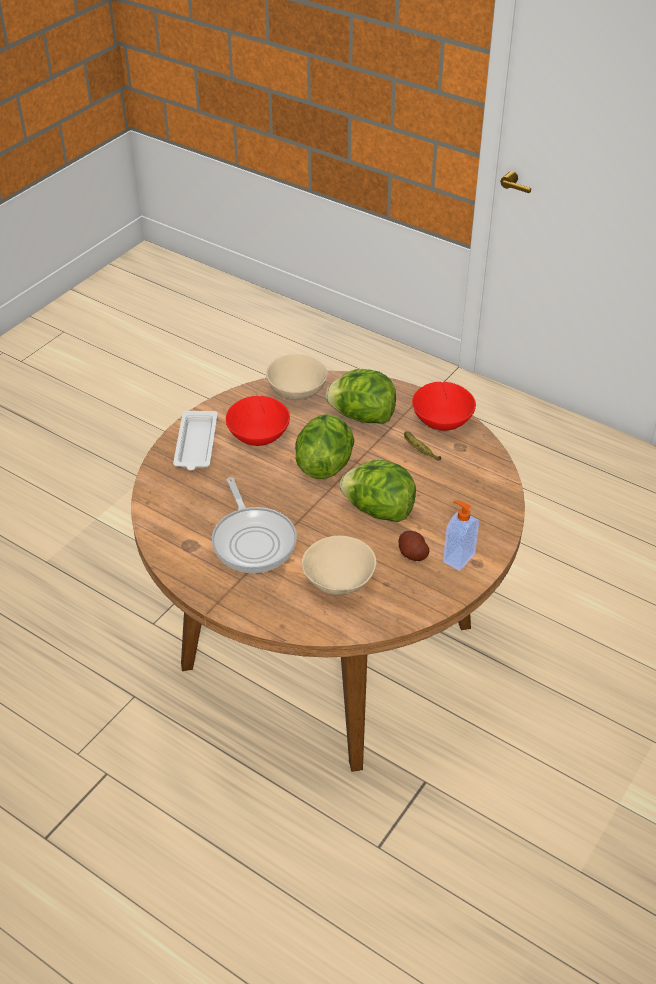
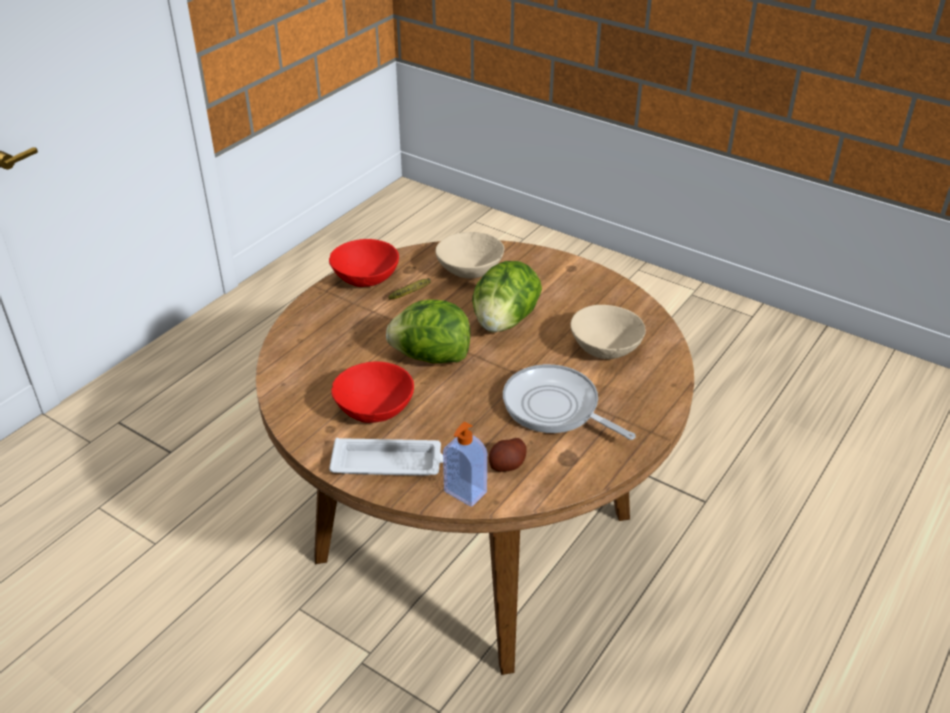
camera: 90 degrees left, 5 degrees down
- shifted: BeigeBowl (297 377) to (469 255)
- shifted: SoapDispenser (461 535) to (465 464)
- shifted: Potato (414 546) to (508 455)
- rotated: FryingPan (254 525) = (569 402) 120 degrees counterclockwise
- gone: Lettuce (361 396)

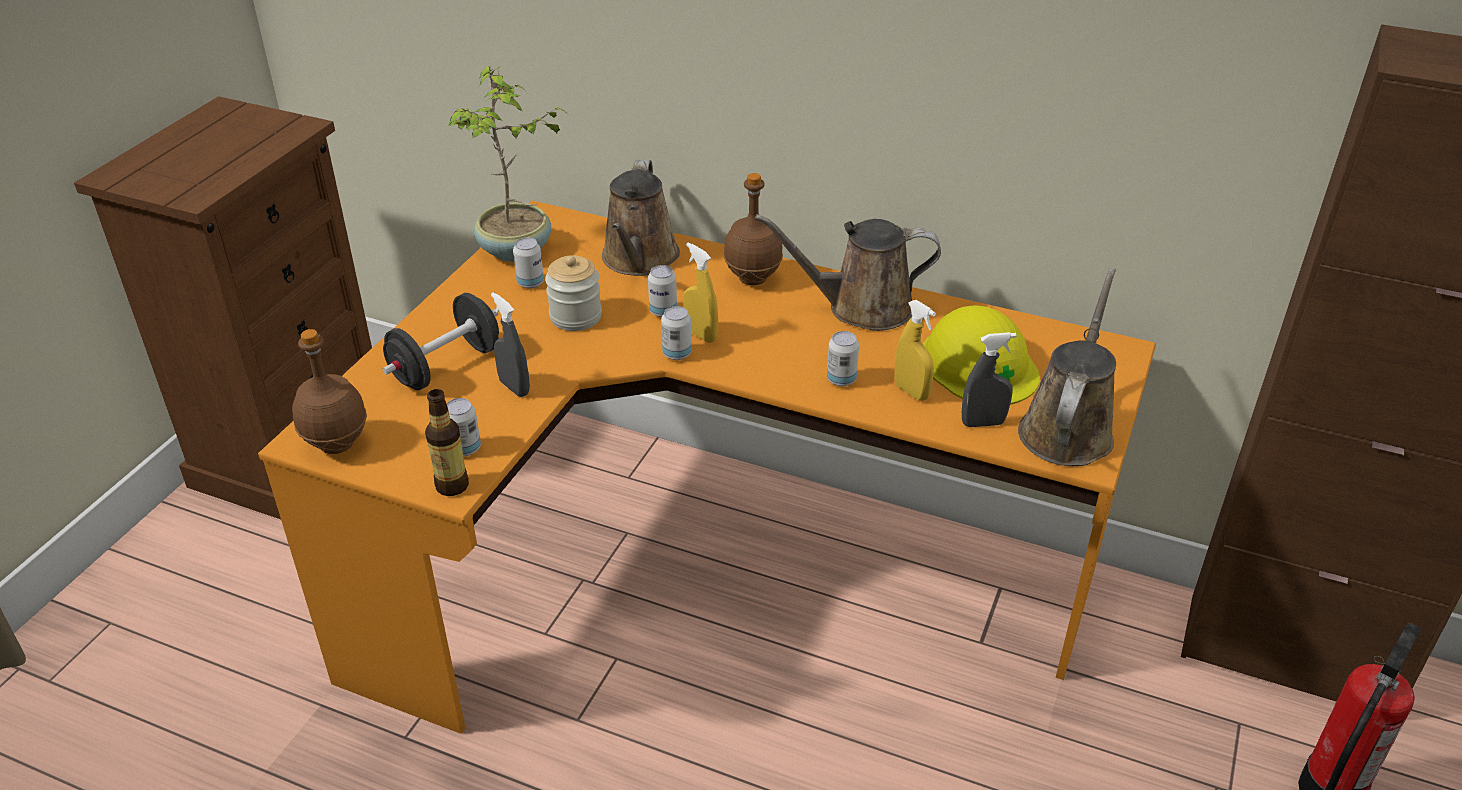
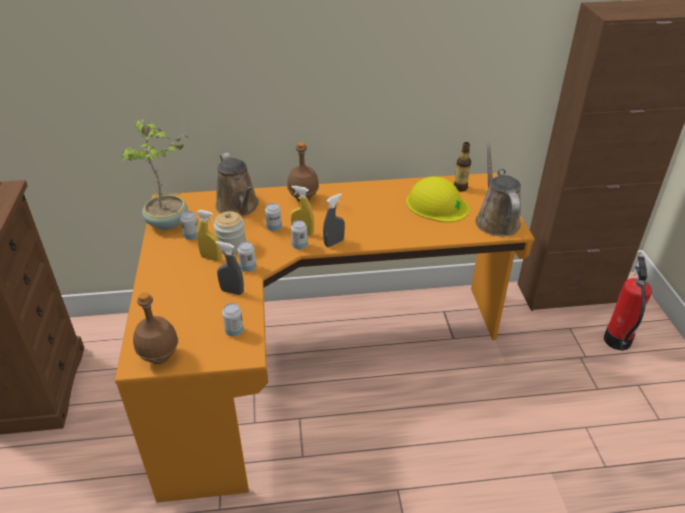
camera: 30 degrees left, 0 degrees up
- shifted: YellowSprayBottle (915 350) to (209 235)
- shifted: Can (843 358) to (247 256)
- shifted: GreySprayBottle (989 379) to (334 220)
- shifted: Bottle (447 442) to (462 167)
- gone: BlackDumbbell (440 341)
- gone: BrownWateringCan (848 272)

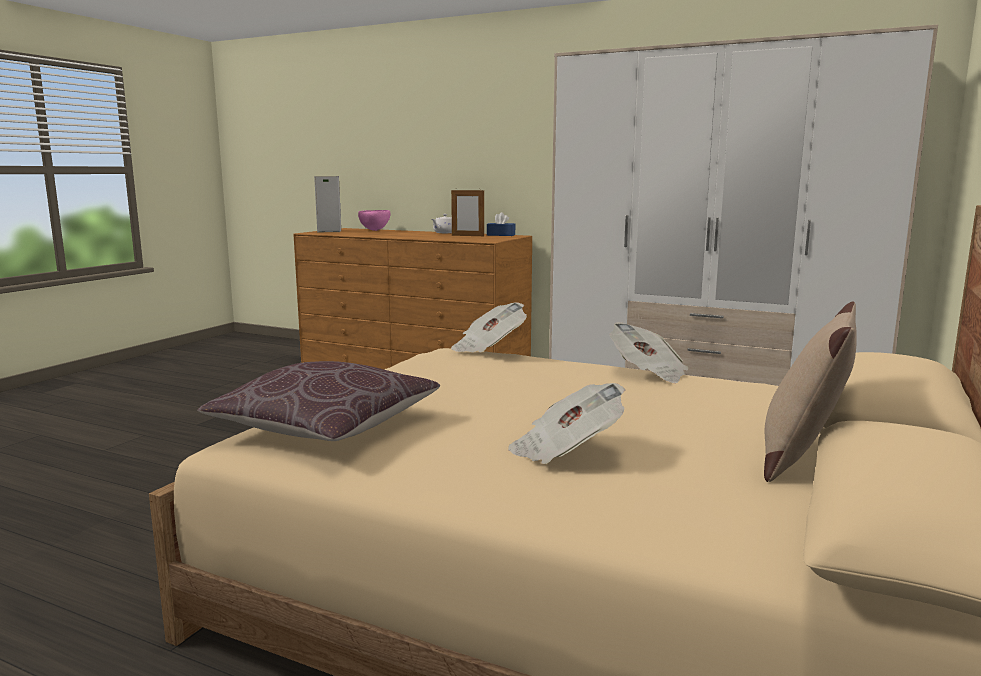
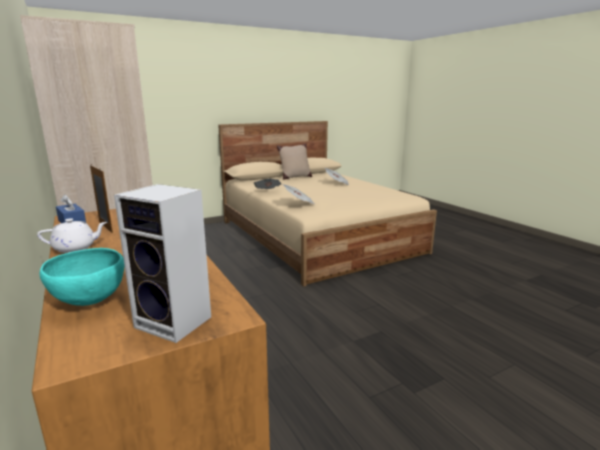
camera: 145 degrees left, 5 degrees up
- repainted: PinkBowl (374 220) to TurquoiseBowl (82 277)
- gone: BrownPillow (318 401)

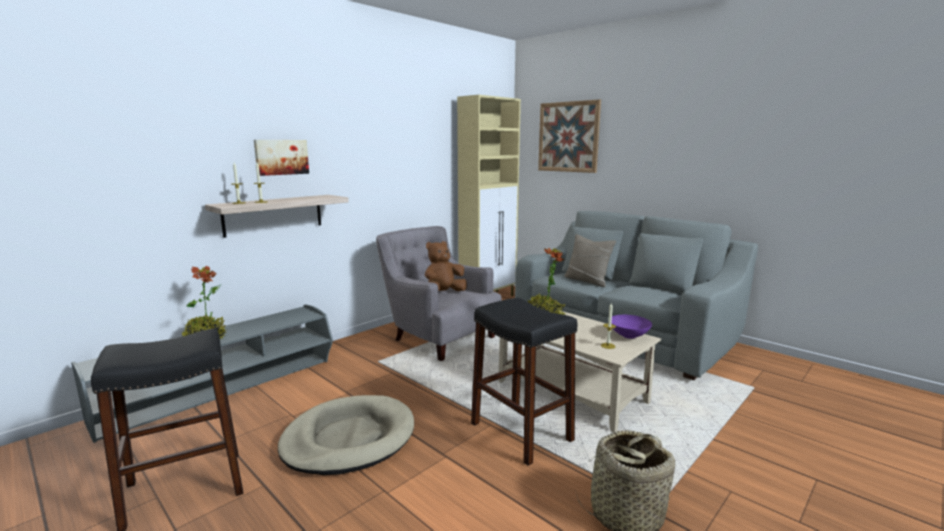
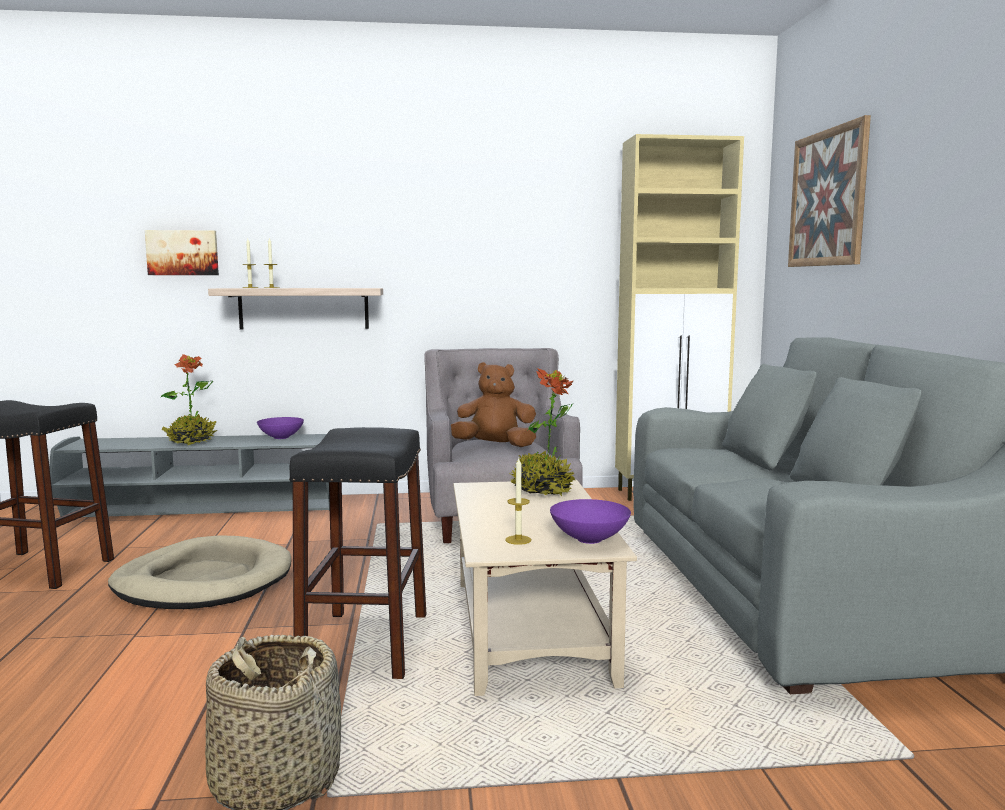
camera: 40 degrees right, 5 degrees down
- shifted: Picture (281 158) to (182 252)
- new: PurpleBowl (280 428)
- gone: BeigePillow (590 260)

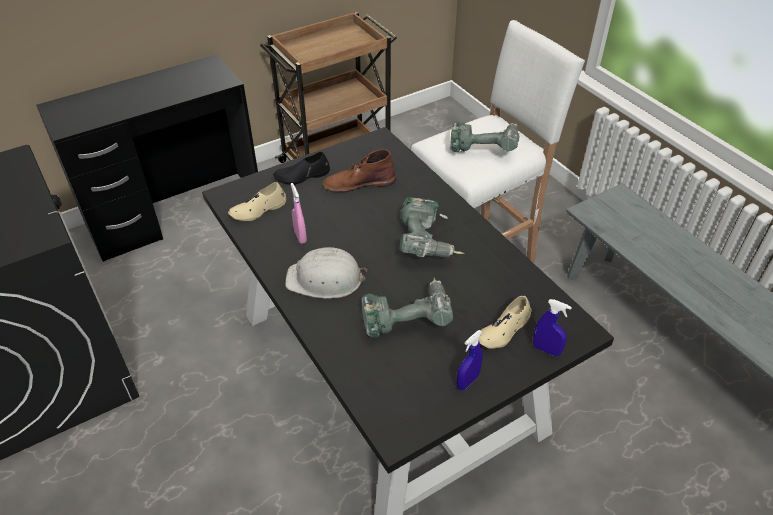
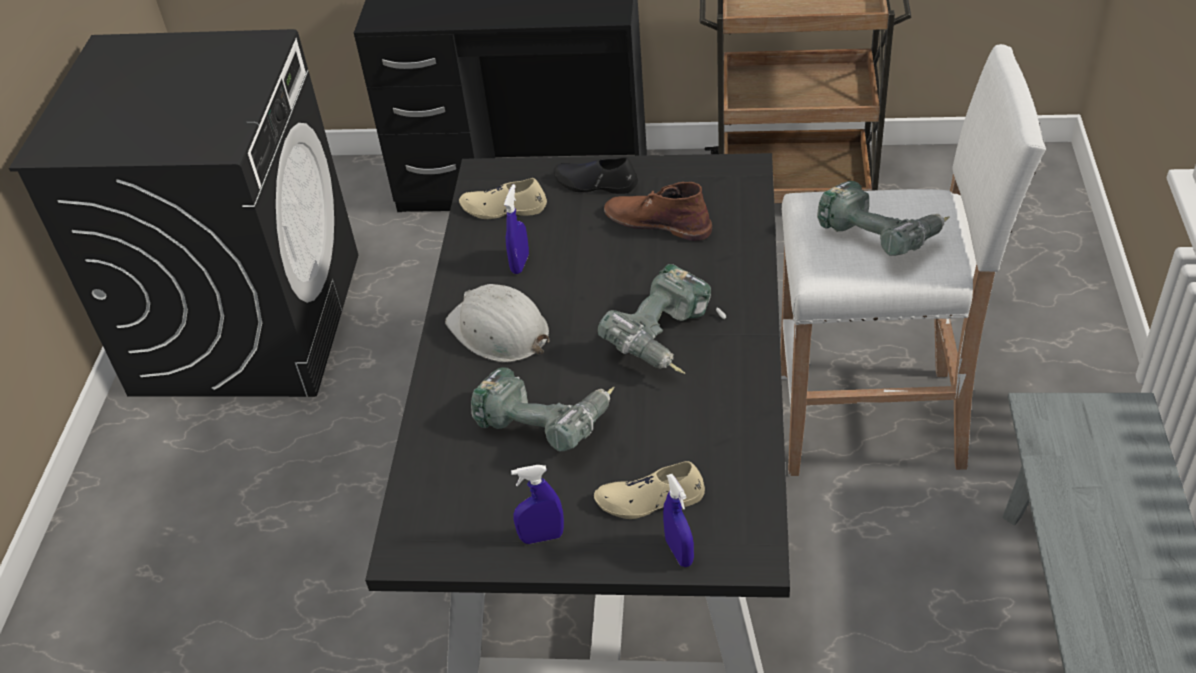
camera: 40 degrees right, 0 degrees up
- repainted: PinkSprayBottle (299 213) to BlueSprayBottle (516 229)

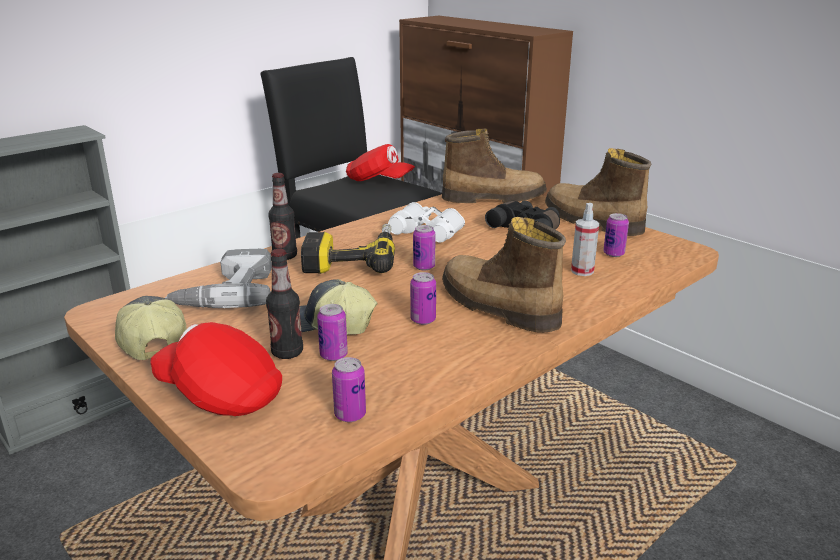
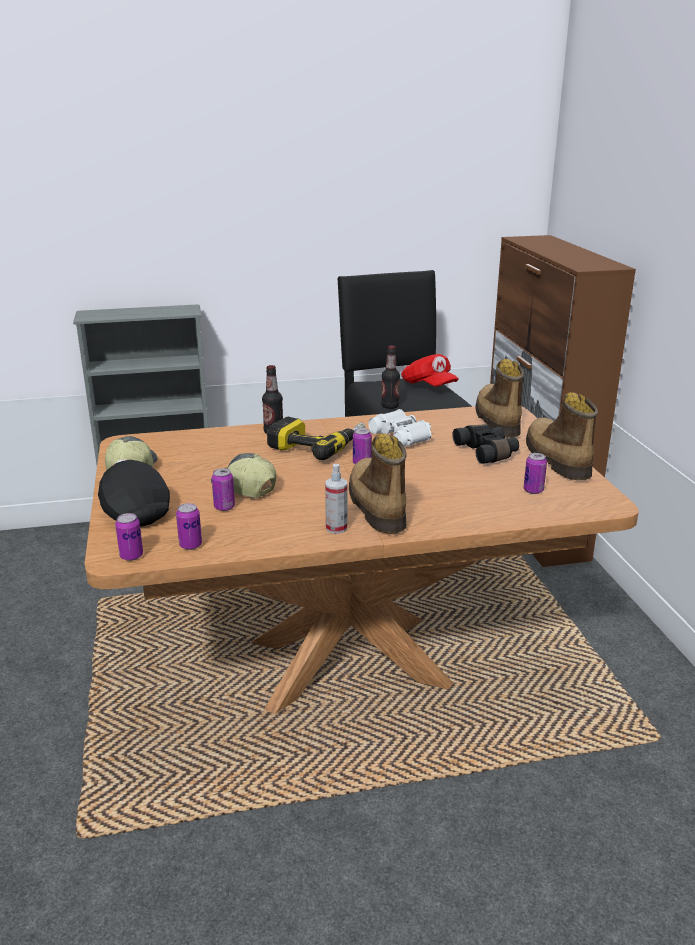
camera: 30 degrees right, 0 degrees up
- repainted: RedCap (216 369) to BlackCap (134 493)
- shifted: Can (423 298) to (129 537)
- shifted: SprayBottle (585 239) to (336 499)
- shifted: Bottle (284 304) to (390 377)
- rotated: Boot (494 166) = (499 398) 120 degrees counterclockwise
- gone: PowerDrill (218 278)

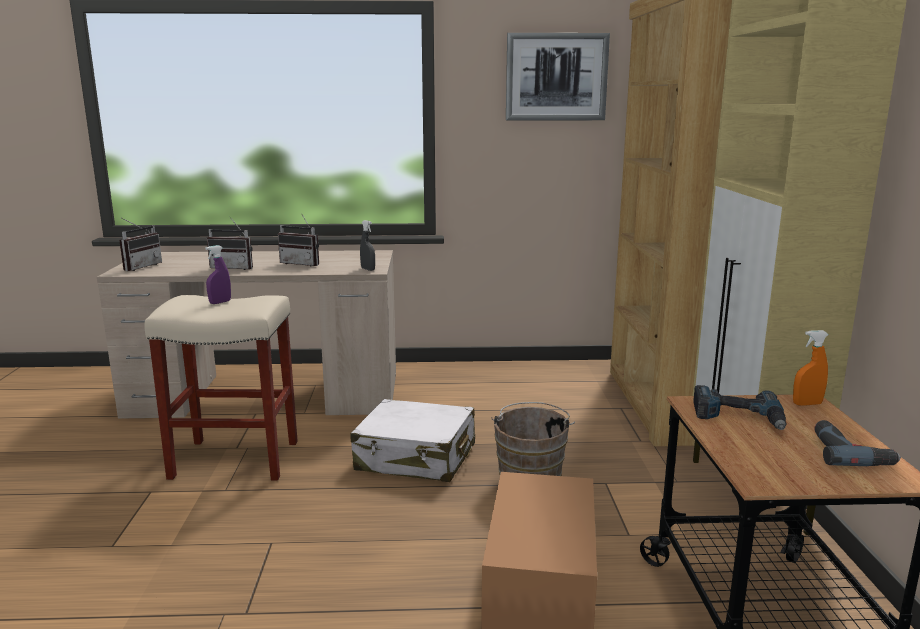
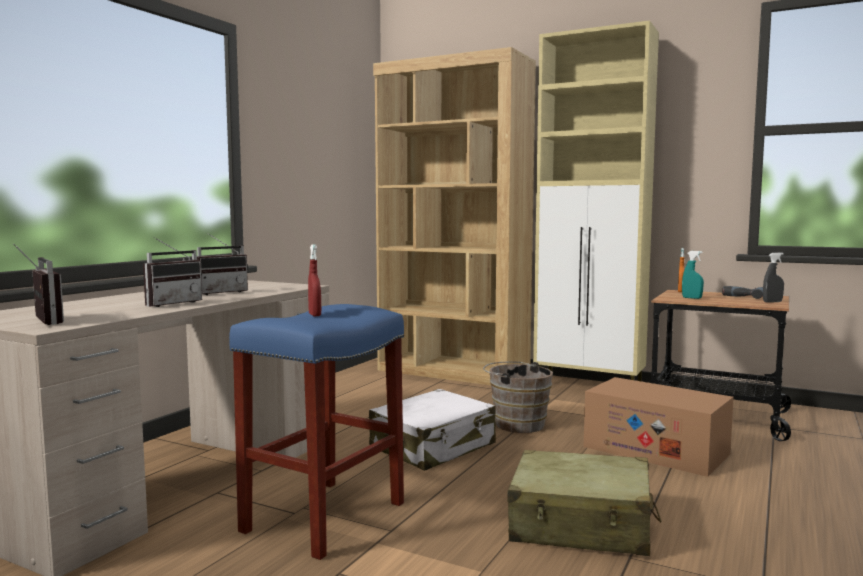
camera: 60 degrees left, 10 degrees down
- repainted: BeigeStool (220 387) to BlueStool (316 432)
- repainted: PurpleSprayBottle (218 274) to RedSprayBottle (314 280)
- new: BeigeSuitcase (584 503)
- swapped: PowerDrill (740 407) to TurquoiseSprayBottle (693 275)
- shifted: GreySprayBottle (367 245) to (773 278)
- gone: Picture (558 76)

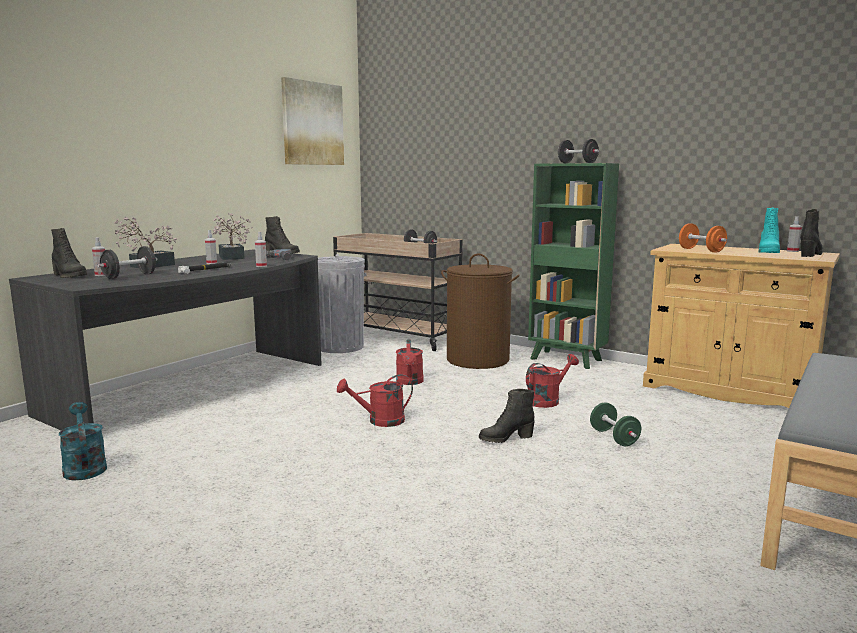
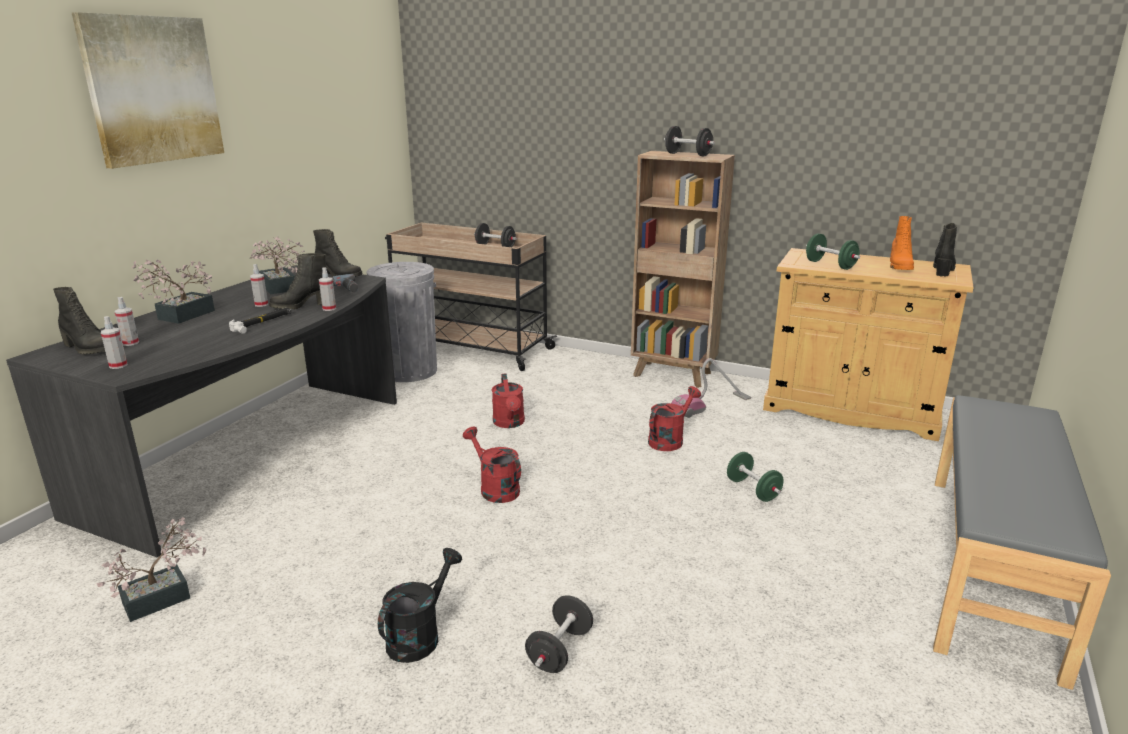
camera: 10 degrees left, 10 degrees up
- shifted: Picture (312 121) to (148 90)
- swapped: TurquoiseWateringCan (83 441) to PottedPlant (151 569)
- shifted: SprayBottle (794 234) to (114 342)
- shifted: BlackBoot (507 416) to (299 281)
- new: BlackWateringCan (420 605)
- rotated: RedWateringCan (375 400) = (492 465) 75 degrees clockwise
- shifted: BlackDumbbell (127 262) to (559 634)
- repainted: GreenBookcase (573 266) to BrownBookcase (683 269)
- new: VacuumCleaner (711 388)
- repainted: OrangeDumbbell (703 238) to GreenDumbbell (833 251)
- repainted: TurquoiseBoot (769 230) to OrangeBoot (902 243)
- gone: BrownLaundryBasket (480 311)

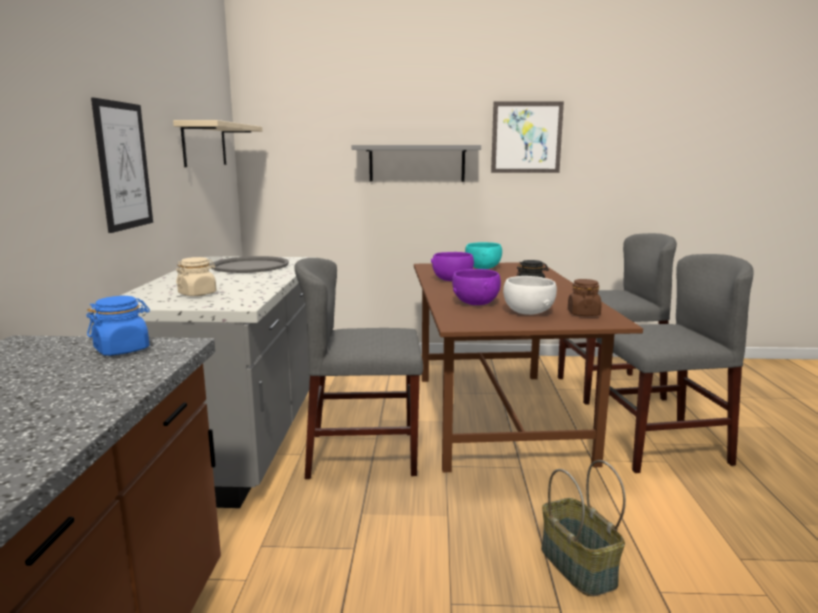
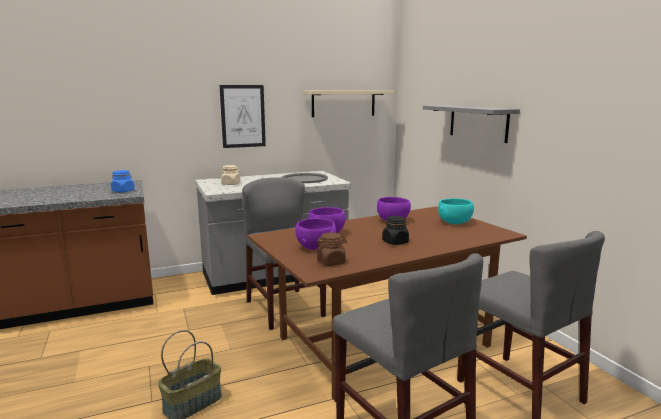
camera: 65 degrees right, 0 degrees up
- repainted: WhiteBowl (530 295) to PurpleBowl (315 234)
- gone: Picture (527 137)

